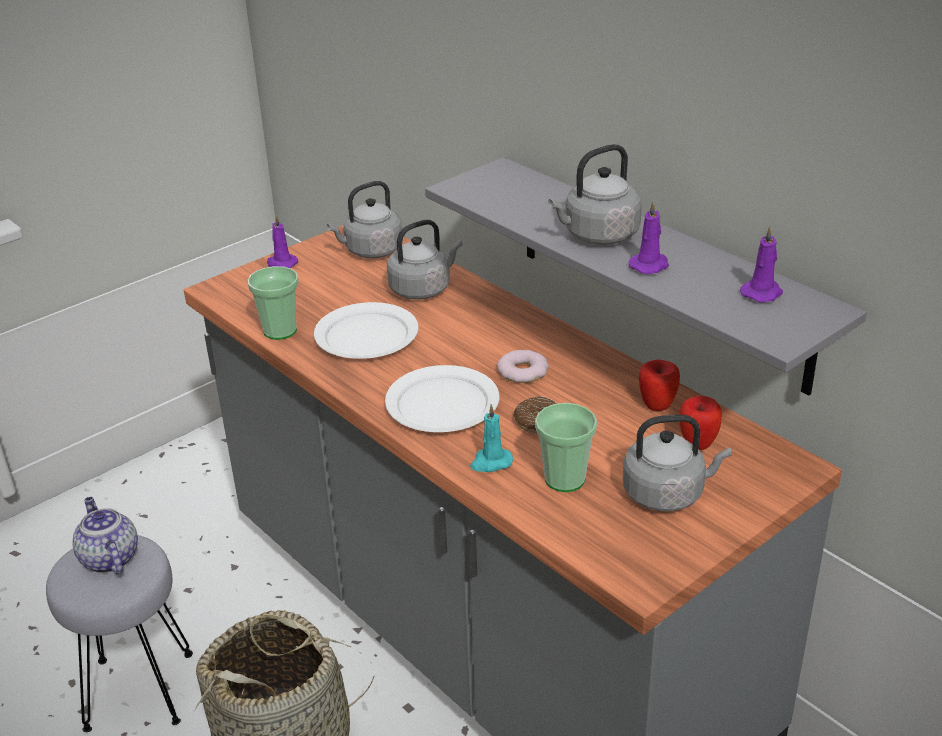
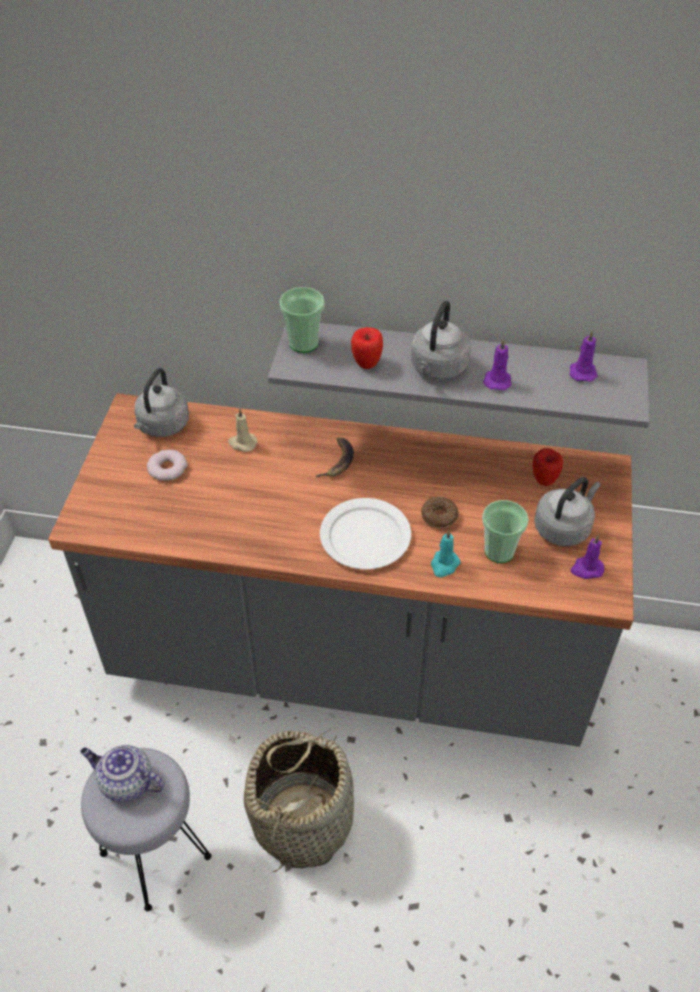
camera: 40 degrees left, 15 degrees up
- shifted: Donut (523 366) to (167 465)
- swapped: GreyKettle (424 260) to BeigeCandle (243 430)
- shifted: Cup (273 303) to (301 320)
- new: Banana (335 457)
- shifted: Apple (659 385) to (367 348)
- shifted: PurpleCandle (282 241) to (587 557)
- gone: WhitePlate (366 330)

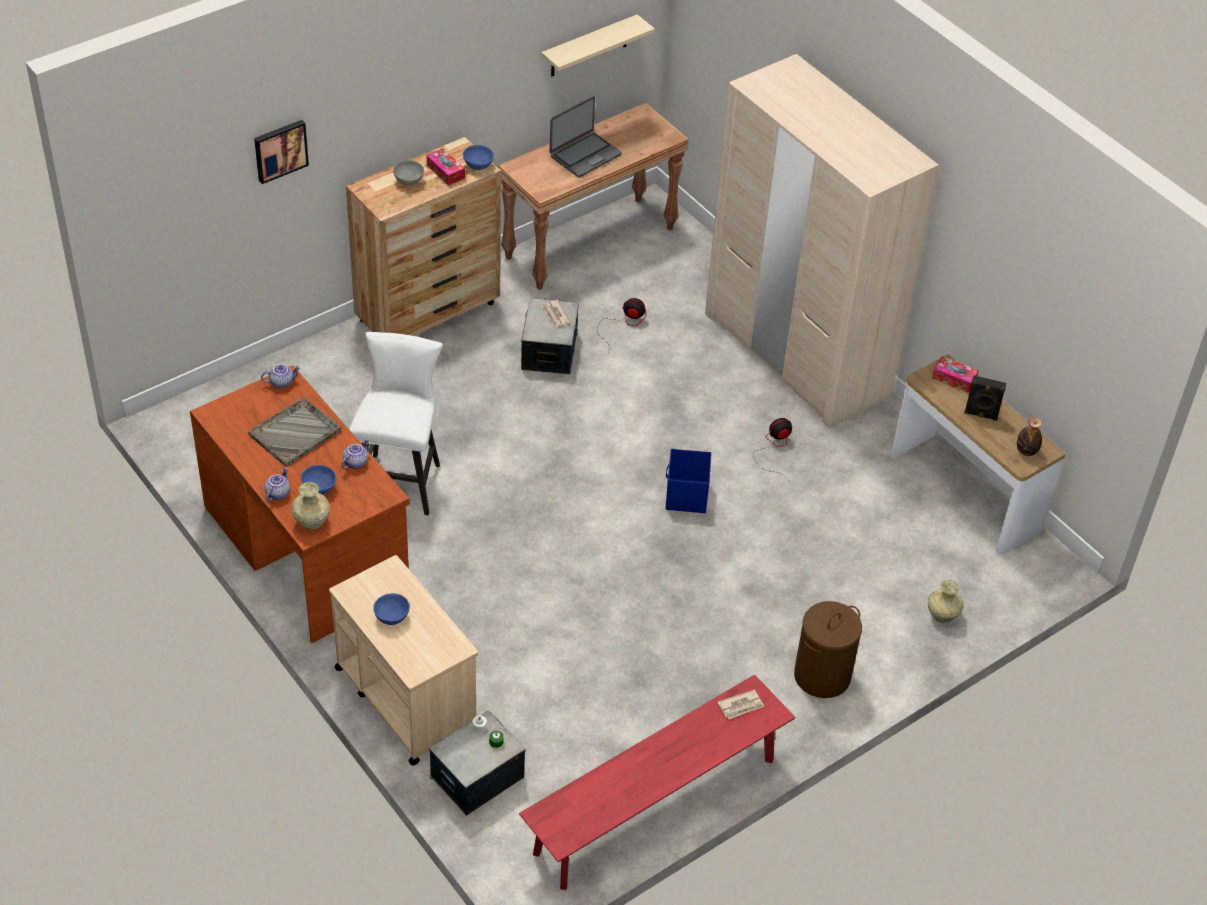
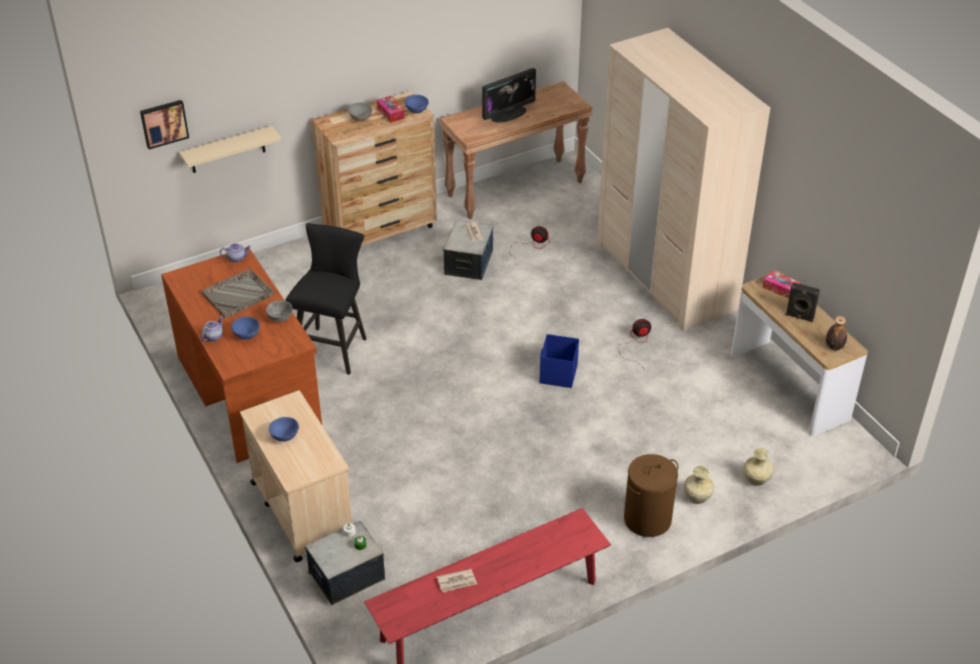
camera: 10 degrees right, 5 degrees down
- shifted: Picture (281 152) to (164 124)
- shifted: BeigeShelf (598 45) to (230 149)
- swapped: Teapot (355 454) to GreyBowl (279 311)
- repainted: WhiteStool (396 423) to BlackStool (326 299)
- shifted: Newspaper (741 704) to (457 580)
- swapped: Laptop (586 137) to Monitor (509 95)
- shifted: BeigeVase (310 505) to (699 485)

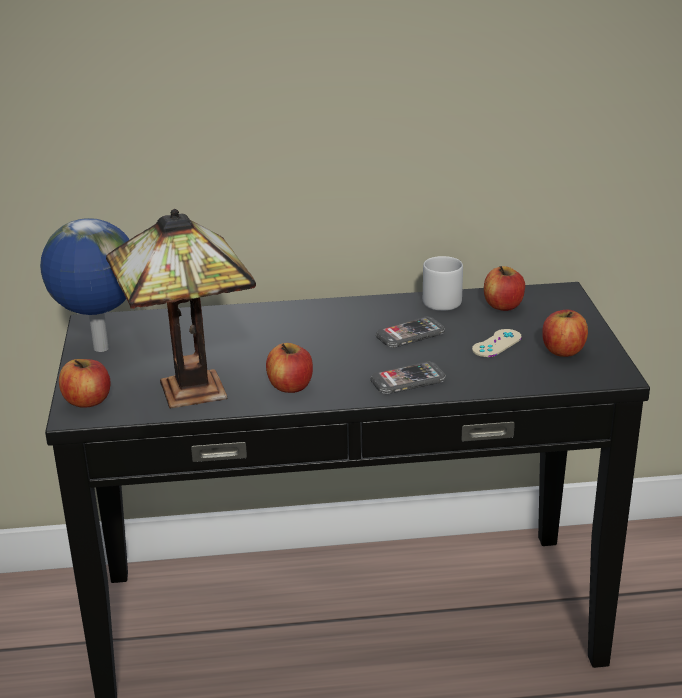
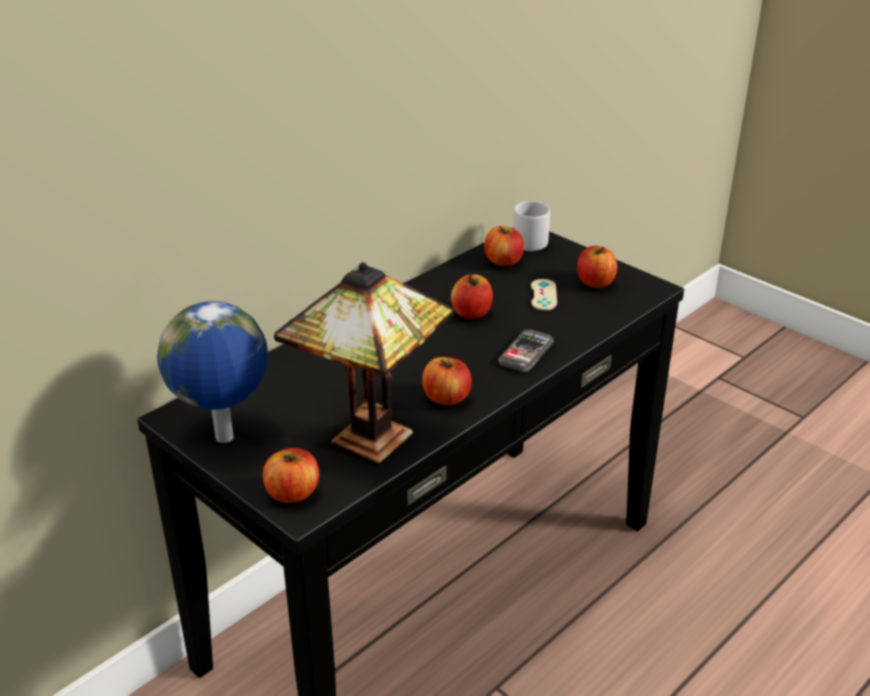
camera: 40 degrees left, 5 degrees up
- swapped: Phone (410 332) to Apple (472 296)
- shifted: GreyMug (443 283) to (531 226)

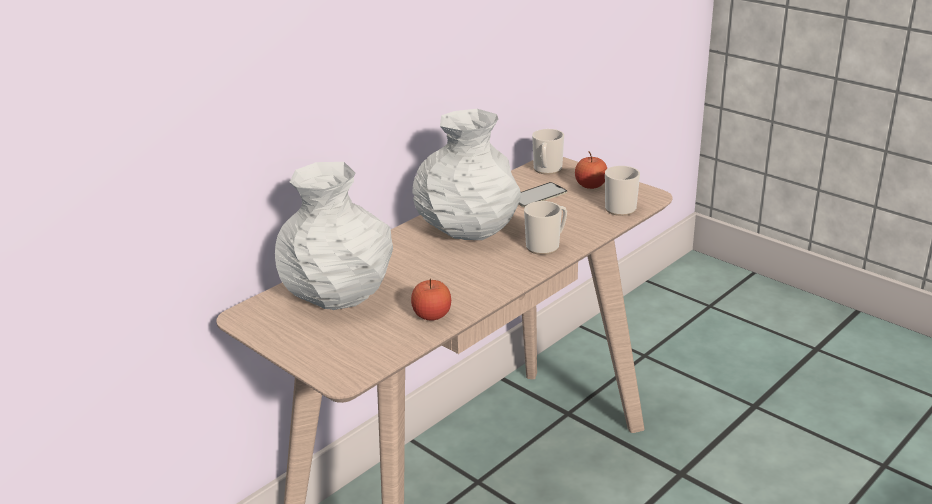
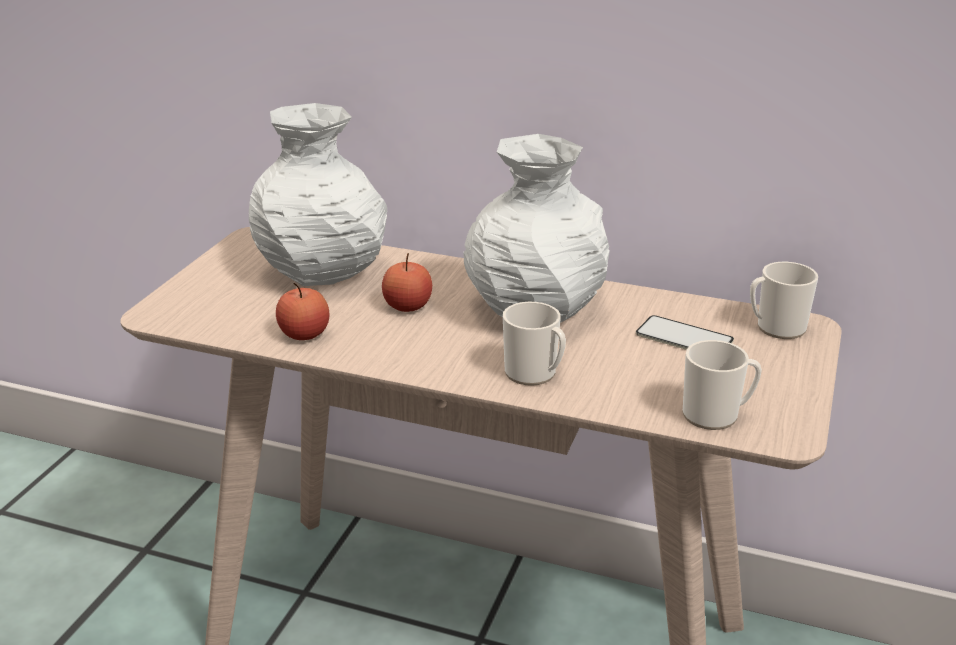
camera: 65 degrees right, 0 degrees up
- shifted: Apple (591 170) to (407 282)

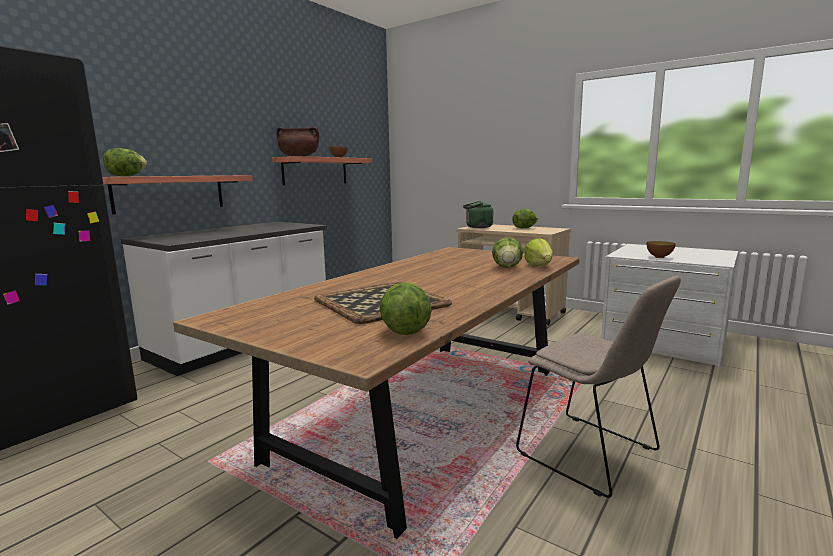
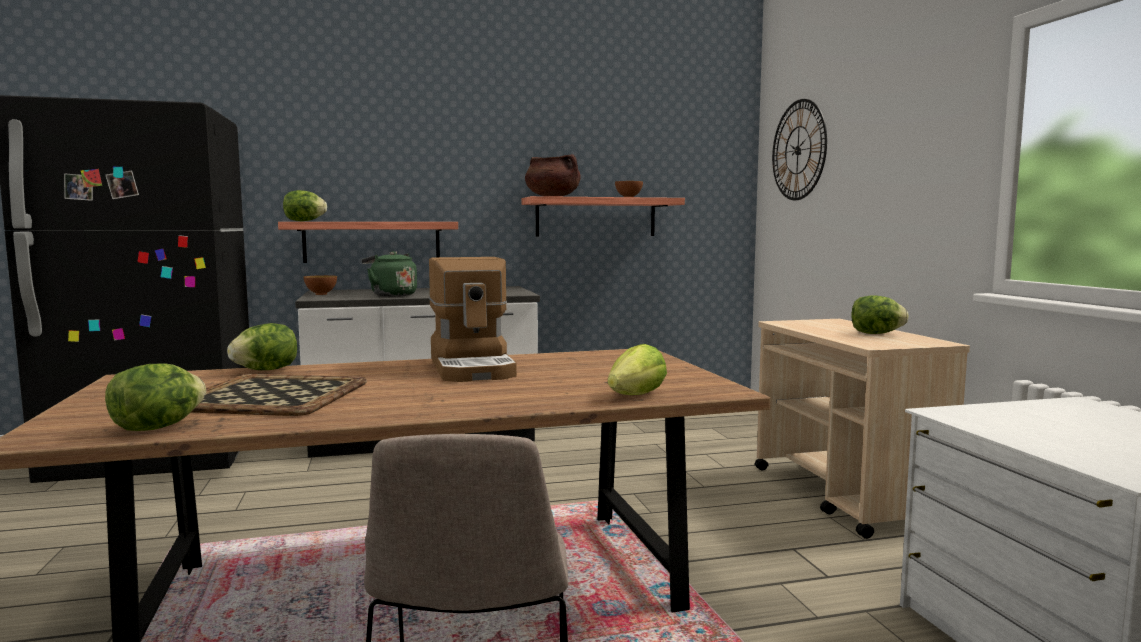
camera: 40 degrees right, 5 degrees down
- shifted: Lettuce (507 252) to (262 346)
- shifted: Bowl (661 249) to (320 285)
- shifted: GreenKettle (478 214) to (389 273)
- new: CoffeeMachine (473 319)
- new: WallClock (799 149)

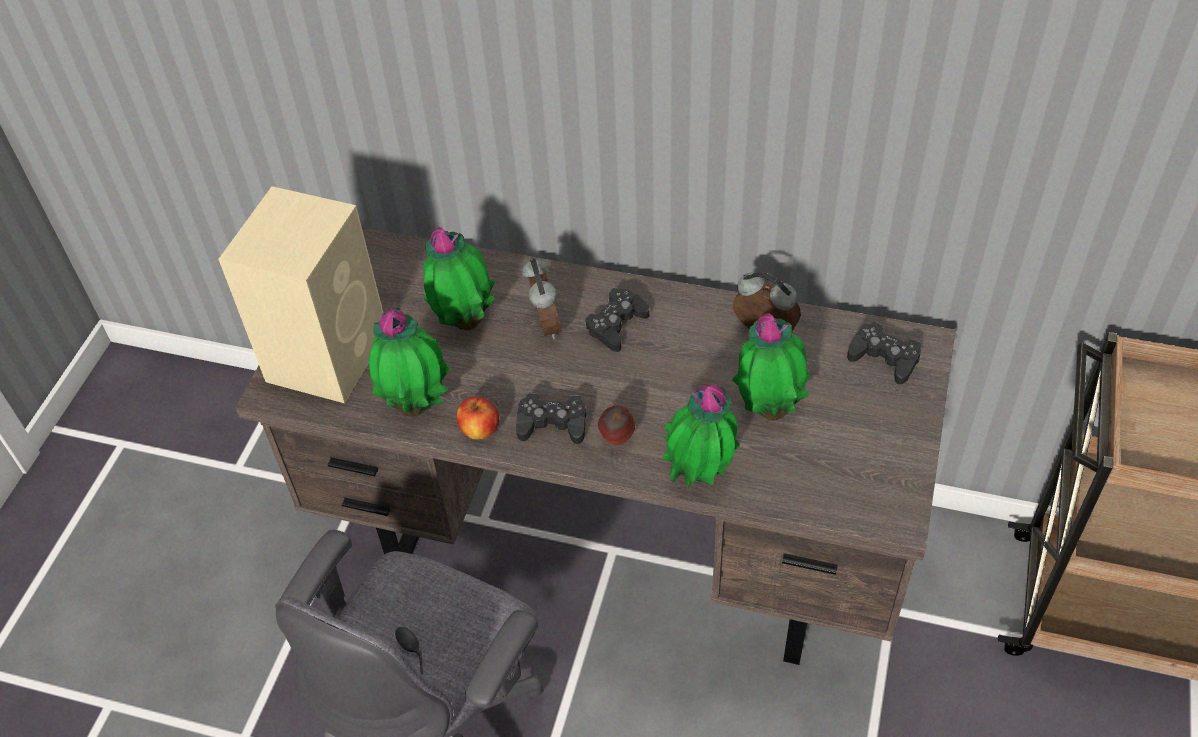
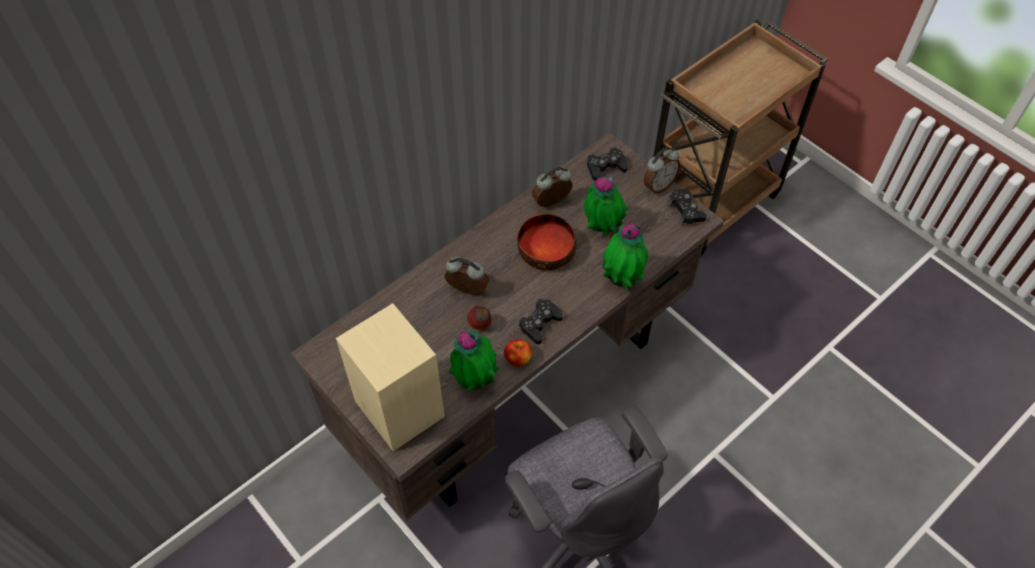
camera: 60 degrees left, 5 degrees up
- shifted: Apple (616 425) to (479 318)
- new: Bowl (546 242)
- new: AlarmClock (662 170)
- shifted: BlackGameController (617 320) to (687 207)
- gone: PottedPlant (459 278)

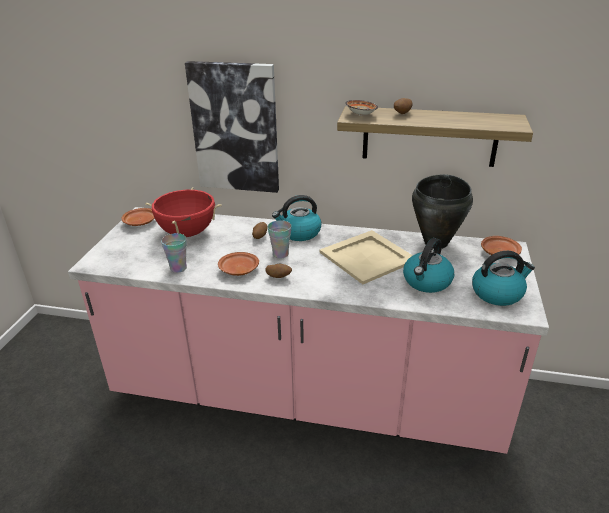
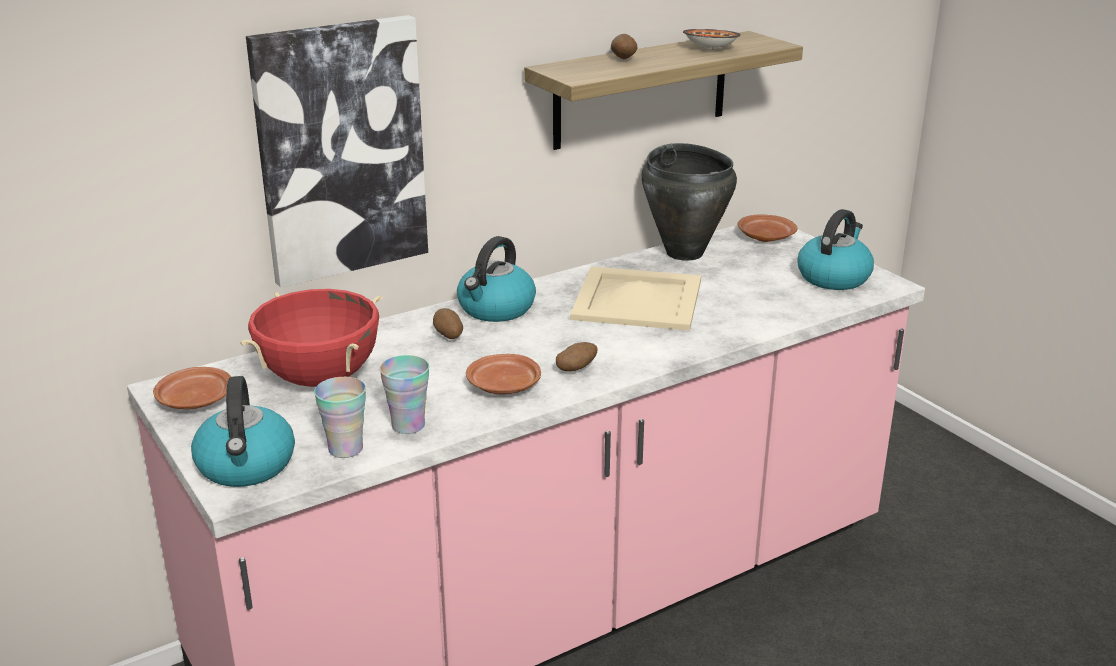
camera: 45 degrees left, 5 degrees down
- shifted: Kettle (428 265) to (243 431)
- shifted: Cup (280 239) to (340 417)
- shifted: Bowl (362 108) to (712 39)

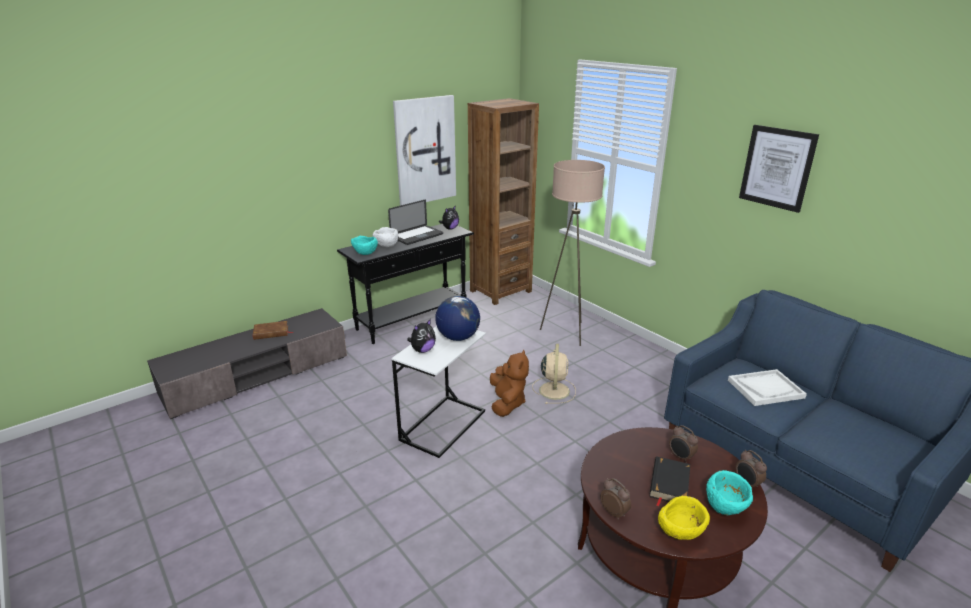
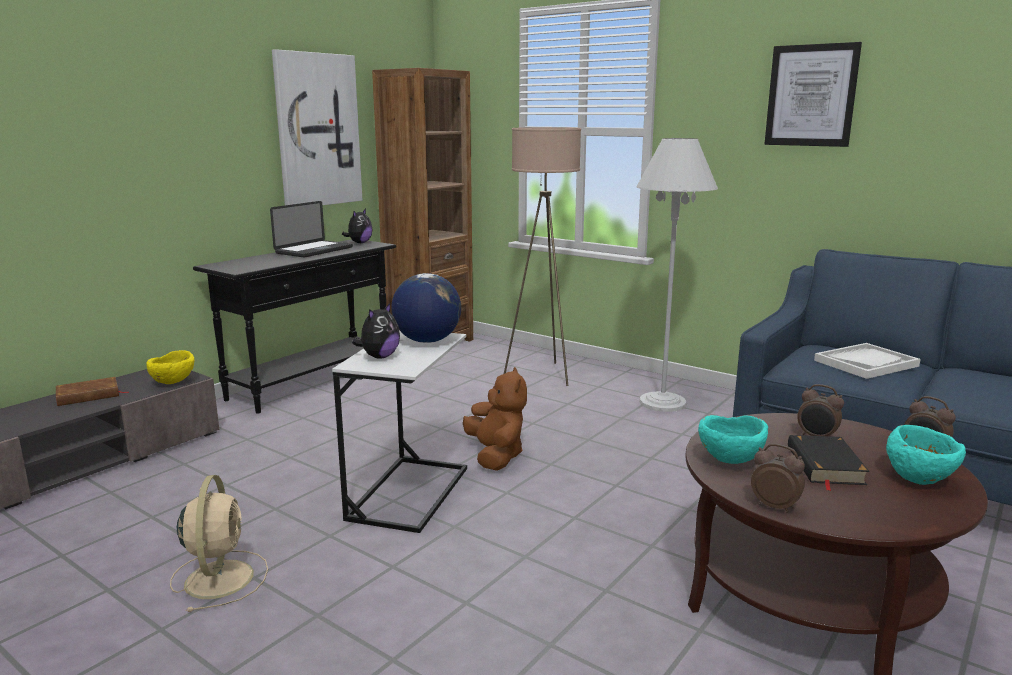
camera: 15 degrees left, 10 degrees down
- shifted: YellowBowl (684 518) to (170 367)
- shifted: BeigeFan (554 374) to (219 543)
- new: WhiteFloorLamp (677 275)
- shifted: TurquoiseBowl (364 245) to (733 439)
- gone: WhiteBowl (385 237)

